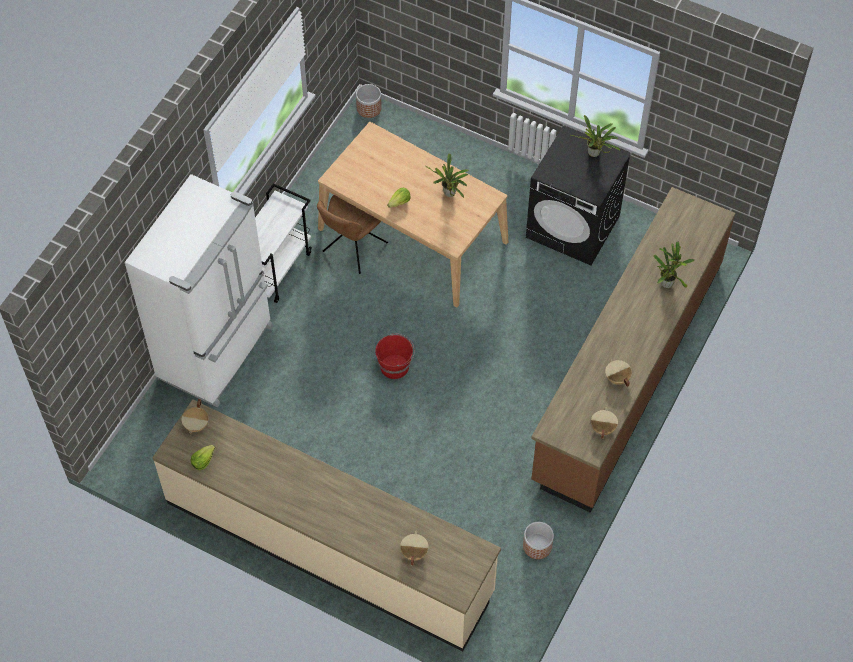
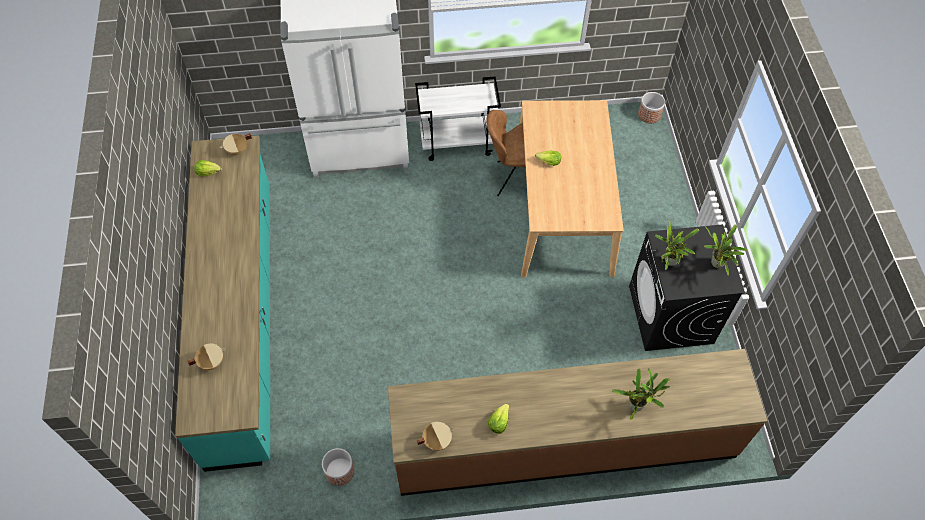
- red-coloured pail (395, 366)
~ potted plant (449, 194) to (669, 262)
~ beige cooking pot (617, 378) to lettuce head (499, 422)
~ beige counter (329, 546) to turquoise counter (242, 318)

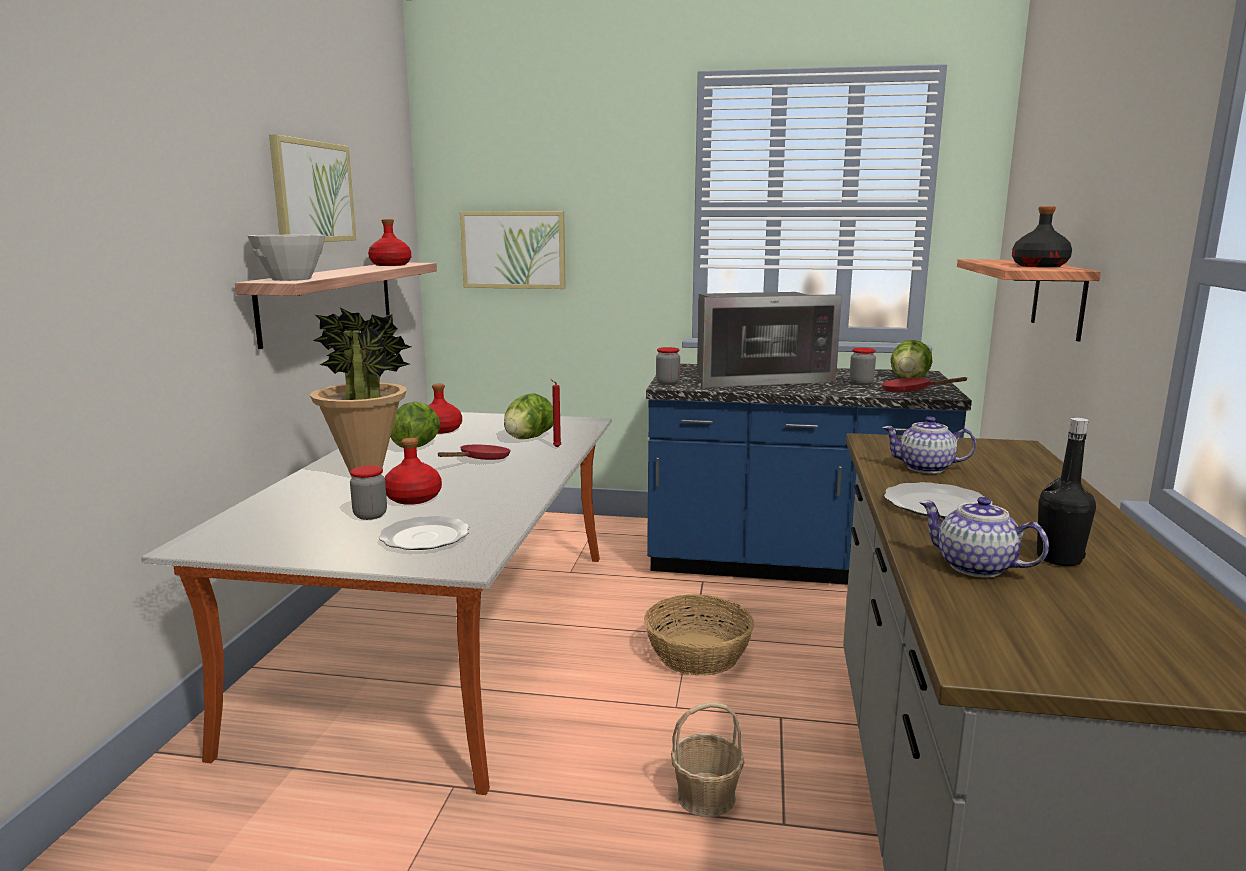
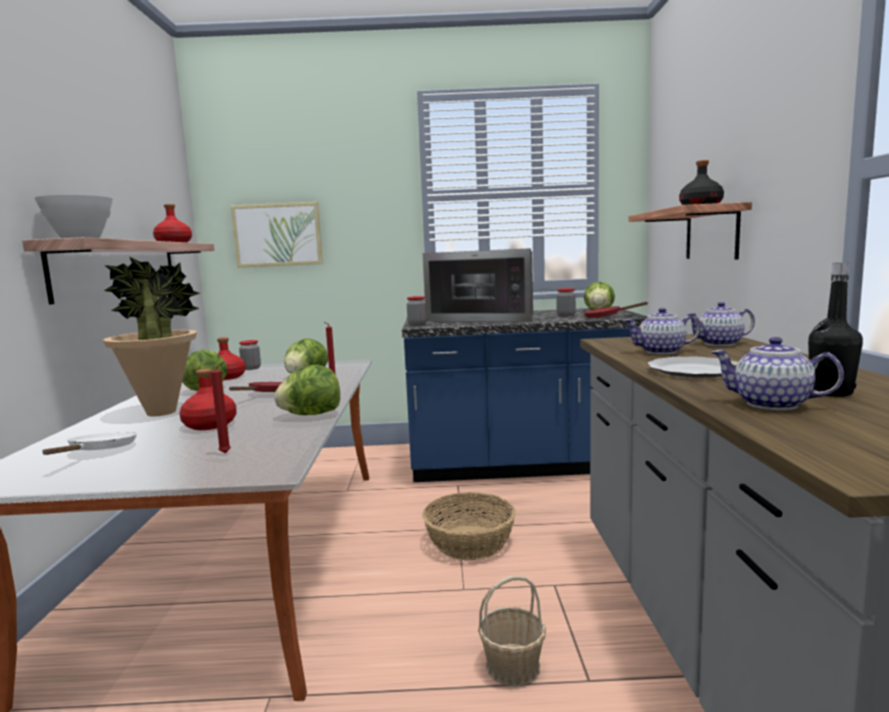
- wall picture (313, 192)
+ whitish pan (99, 451)
+ lettuce head (311, 415)
+ pot for tea (720, 343)
~ preserve jar (370, 515) to (251, 368)
~ plate (425, 537) to red-coloured wax candle (227, 453)
~ microwave oven (757, 378) = (486, 318) 45 degrees clockwise

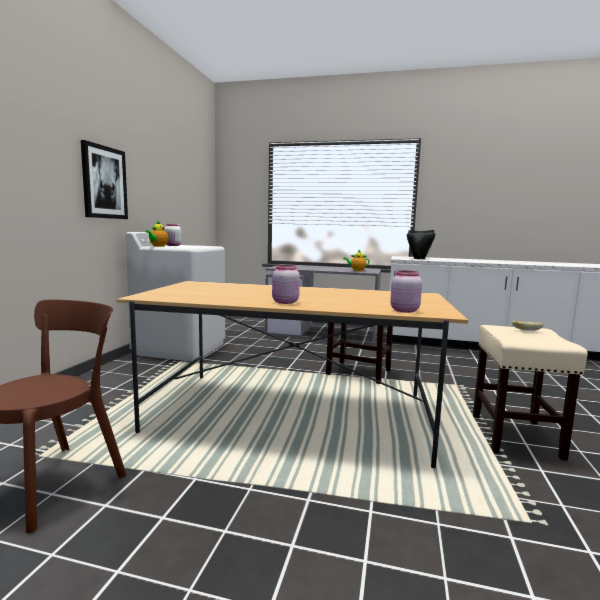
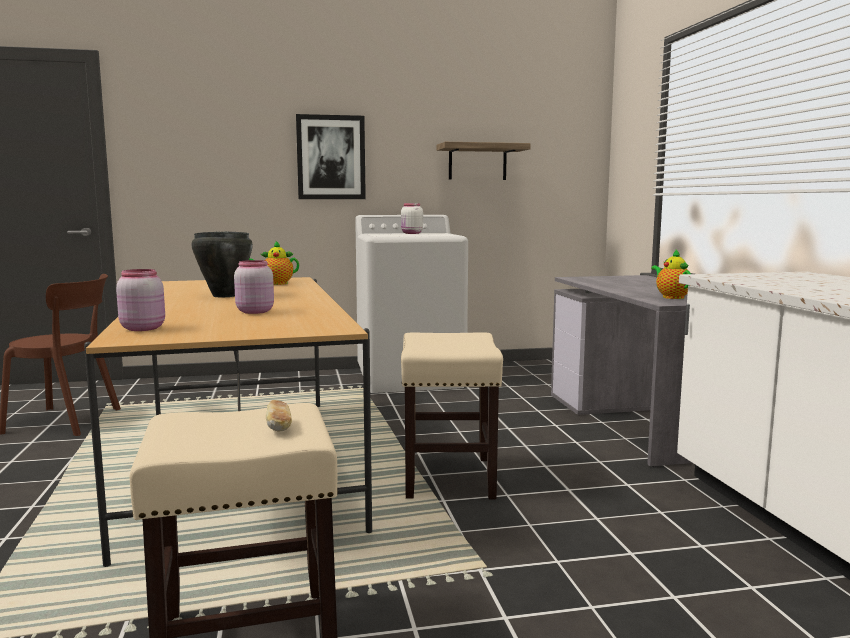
+ bracket shelf (477, 162)
~ pot for tea (158, 246) to (275, 283)
~ pinkish preserve jar (284, 302) to (254, 311)
~ black cooking pot (419, 259) to (224, 296)

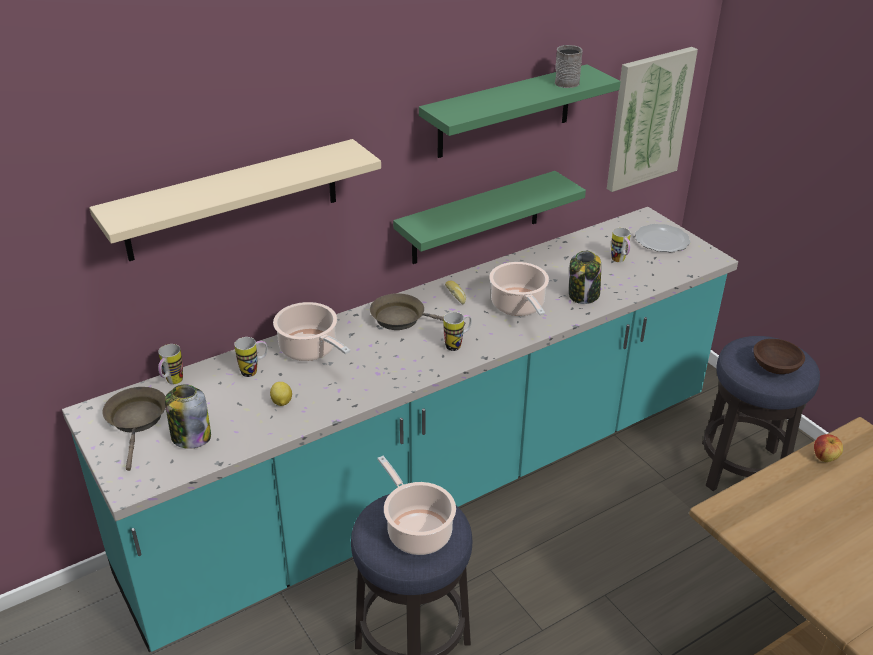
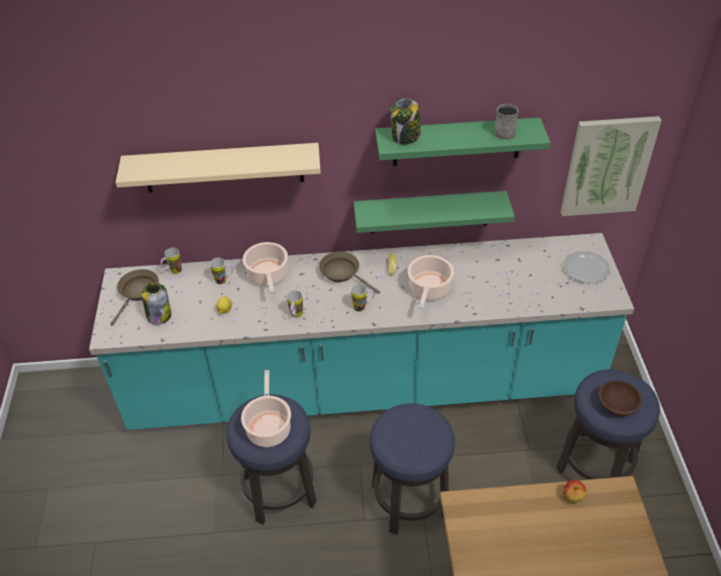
+ sitting stool (410, 500)
~ preserve jar (583, 295) to (405, 137)
~ tea mug (620, 261) to (295, 316)

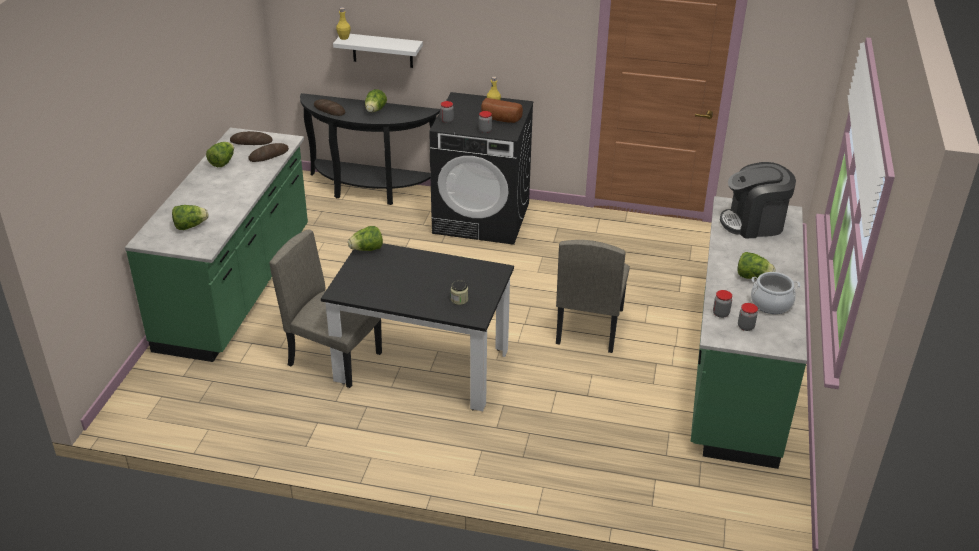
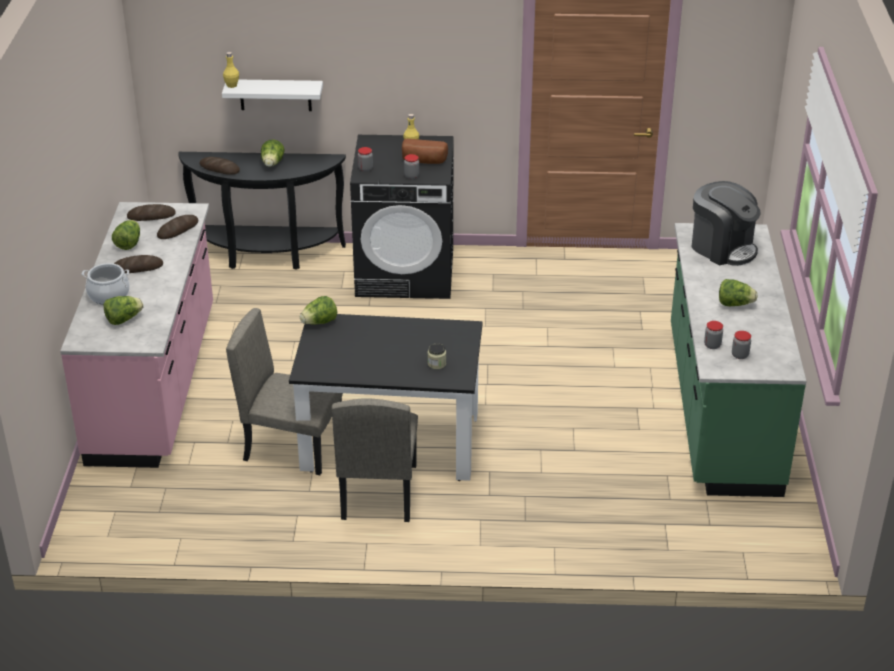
+ bread (138, 267)
~ beige plain chair (588, 326) to (378, 492)
~ cooking pot (771, 303) to (109, 295)
~ greenish counter (237, 288) to pinkish counter (155, 384)
~ coffee maker (753, 223) = (722, 248) 120 degrees counterclockwise

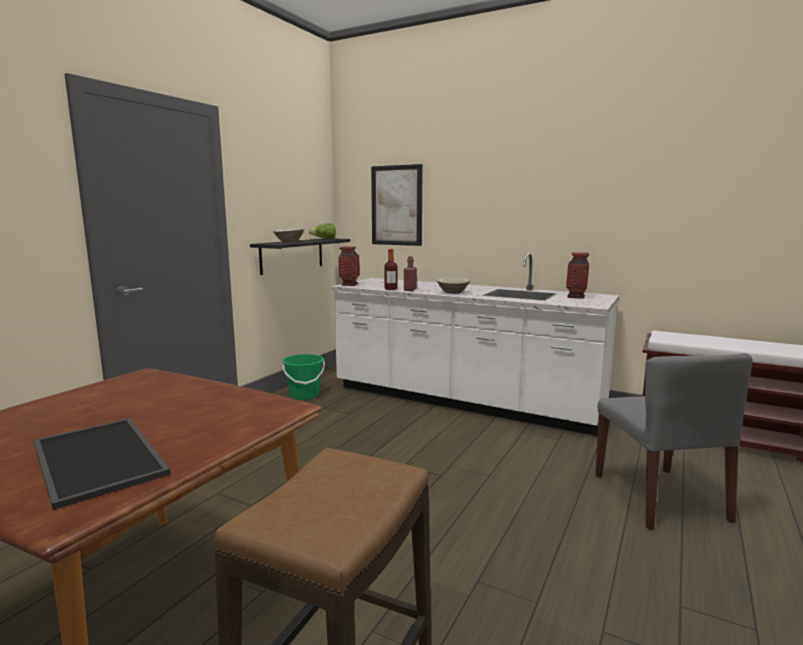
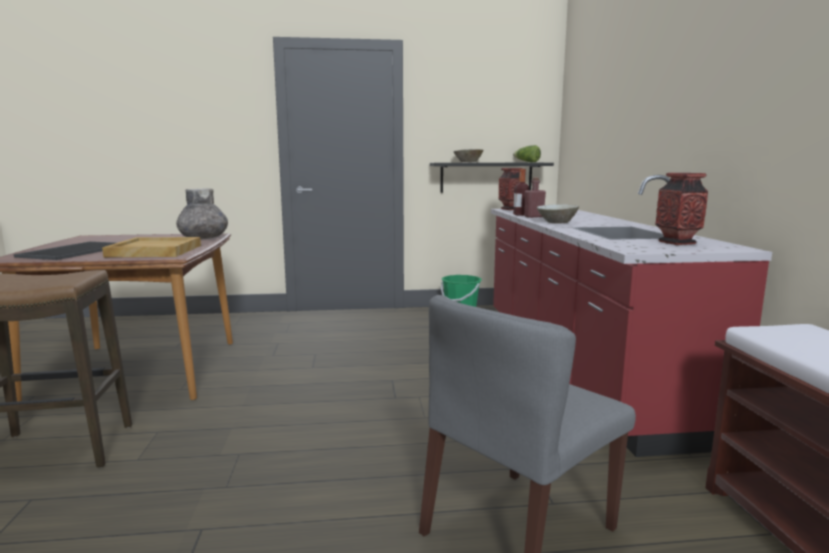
- wall picture (396, 205)
+ beige carrying tray (154, 251)
+ greyish flower vase (204, 238)
~ whitish counter (463, 401) to red-coloured counter (578, 366)

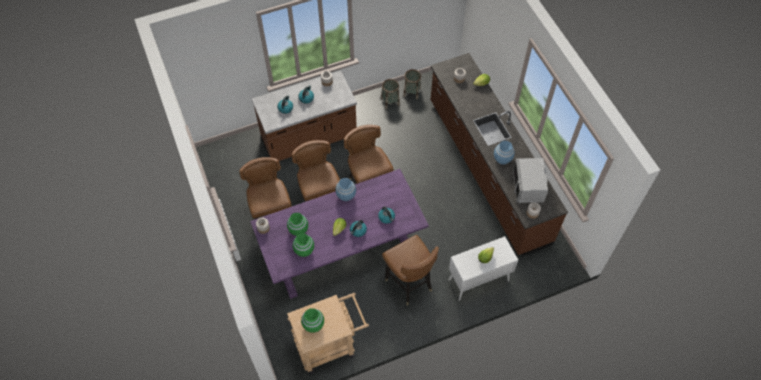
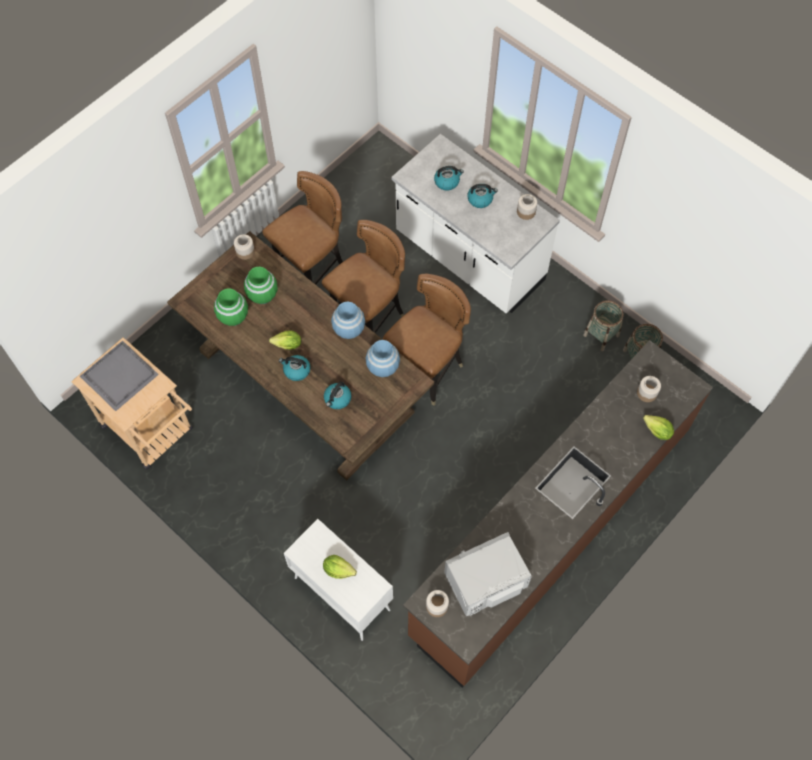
- brownish plain chair (409, 283)
~ blue flower vase (502, 159) to (383, 367)
~ greenish flower vase (313, 324) to greyish carrying tray (118, 376)
~ purple dining table (342, 249) to brownish dining table (306, 382)
~ brownish counter (309, 139) to whitish counter (469, 258)

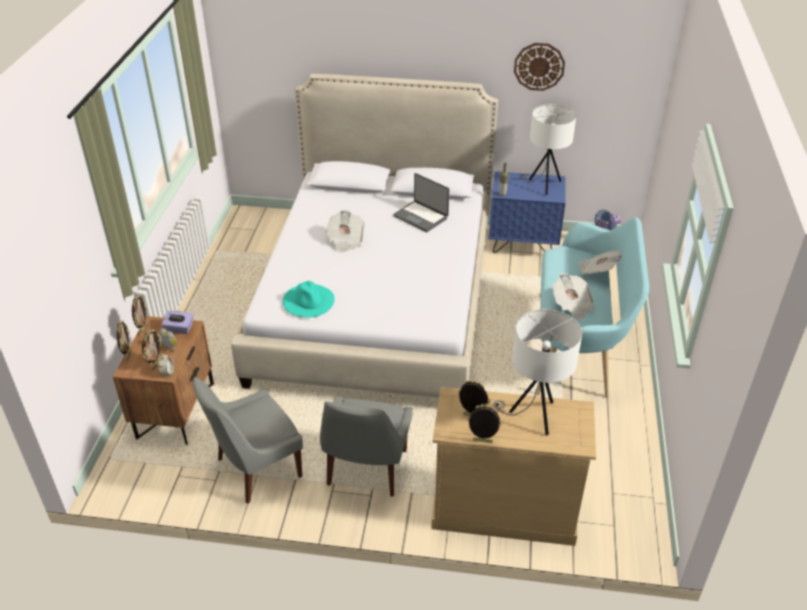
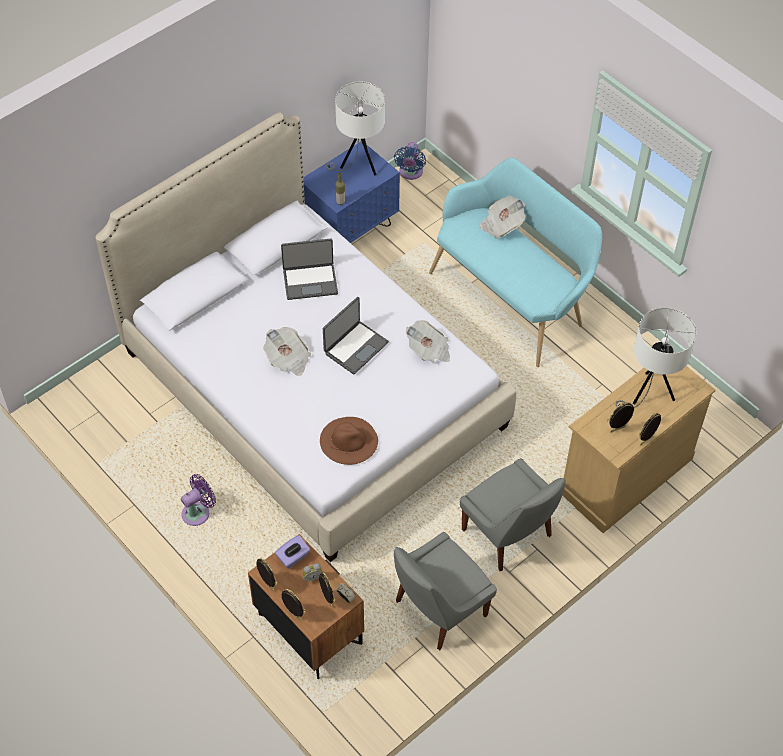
- hanging clock (539, 66)
+ purple cooling fan (198, 512)
+ portable computer (355, 347)
~ printed paper (572, 305) to (429, 350)
~ turquoise hat (308, 300) to brownish hat (349, 440)
~ greyish plain chair (256, 469) = (438, 610) 45 degrees clockwise

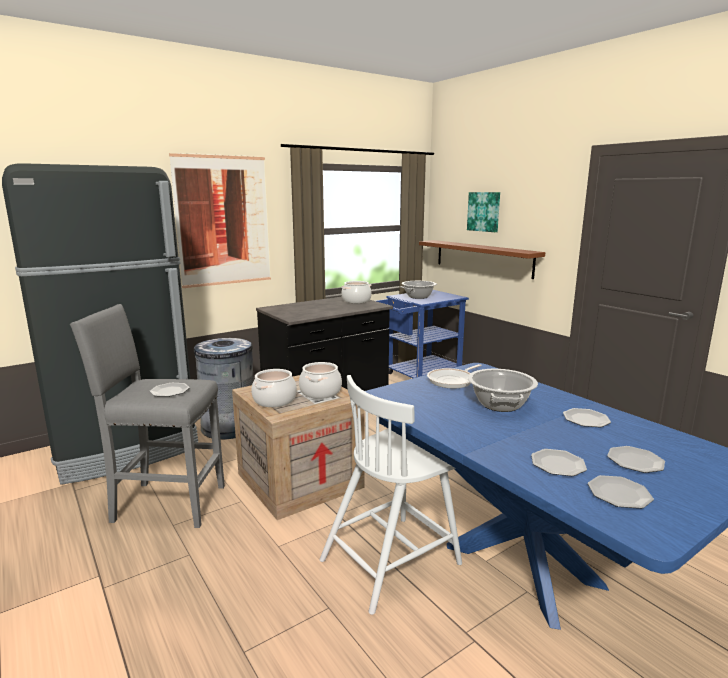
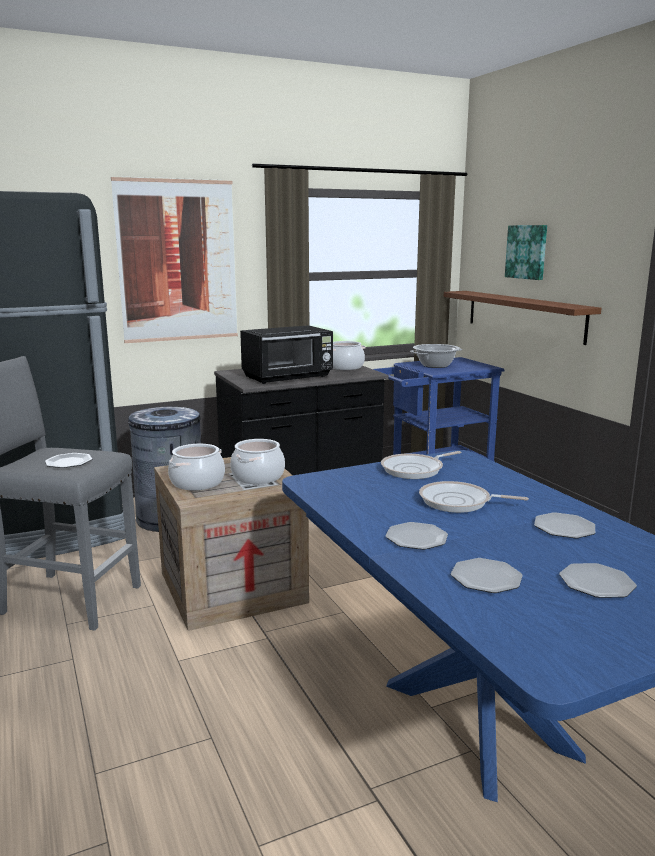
- whitish plain chair (392, 560)
+ black microwave oven (288, 377)
~ plate (619, 494) to (416, 538)
~ cooking pot (500, 405) to pan (459, 502)

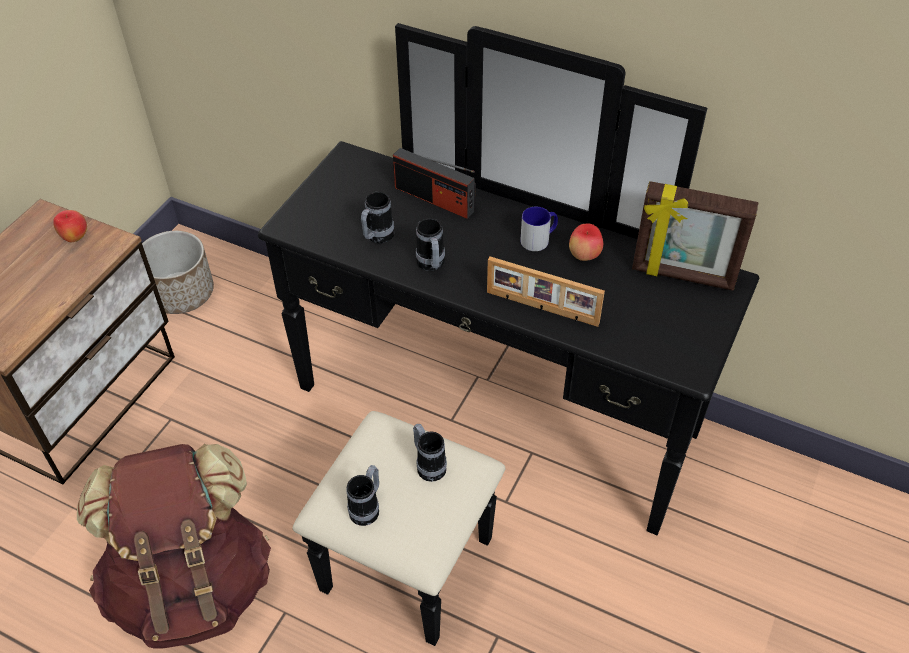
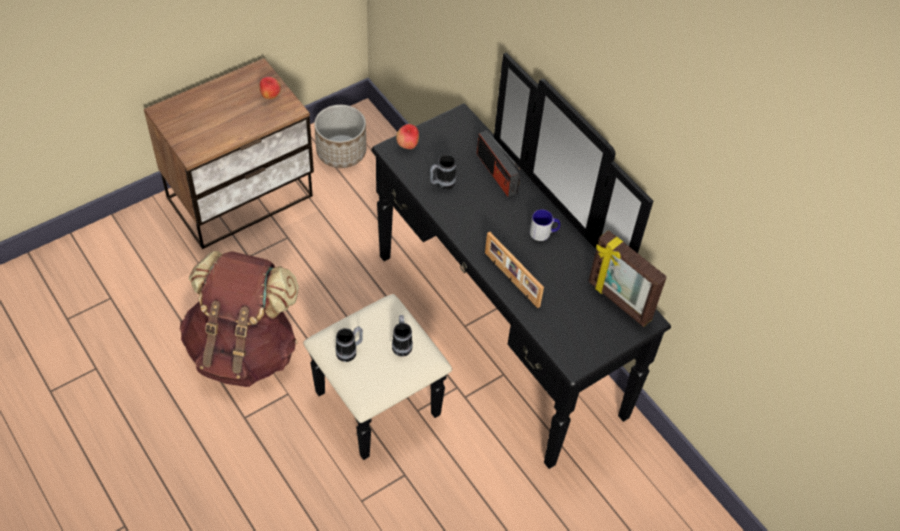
- tea mug (431, 265)
~ apple fruit (584, 256) to (407, 145)

